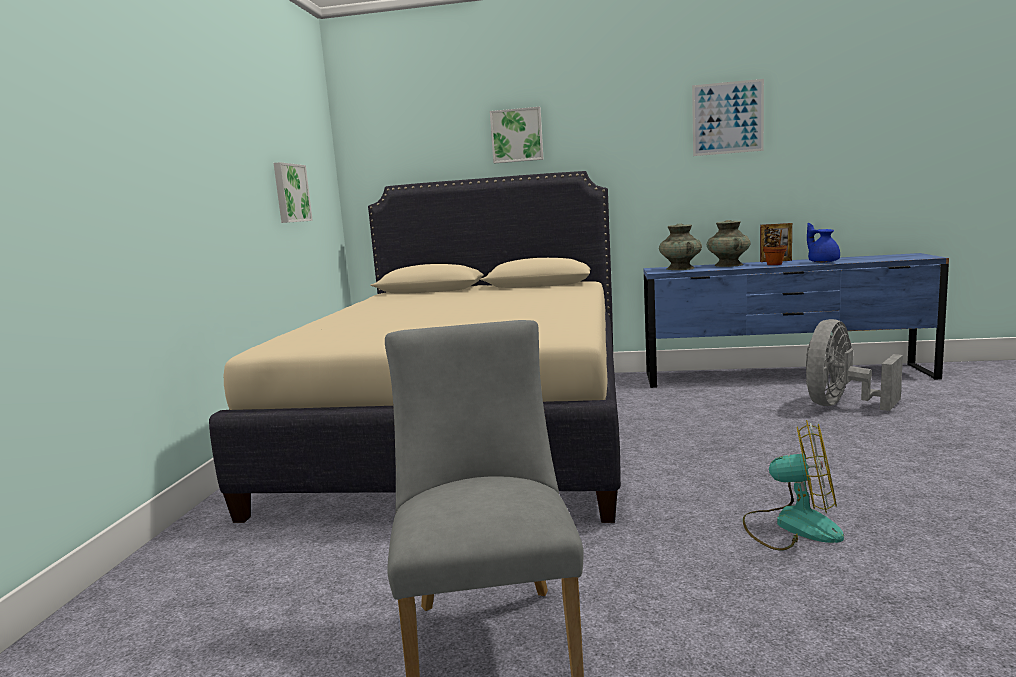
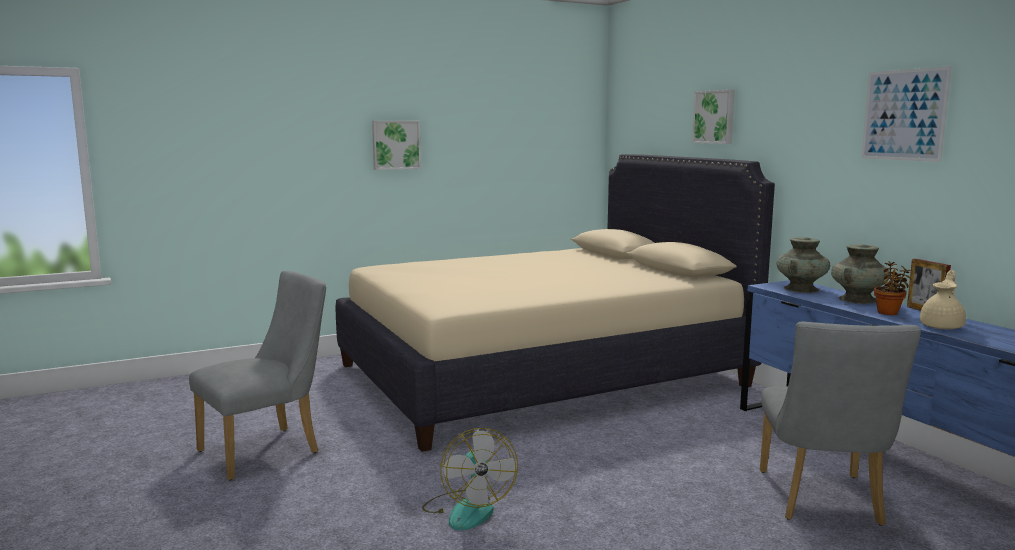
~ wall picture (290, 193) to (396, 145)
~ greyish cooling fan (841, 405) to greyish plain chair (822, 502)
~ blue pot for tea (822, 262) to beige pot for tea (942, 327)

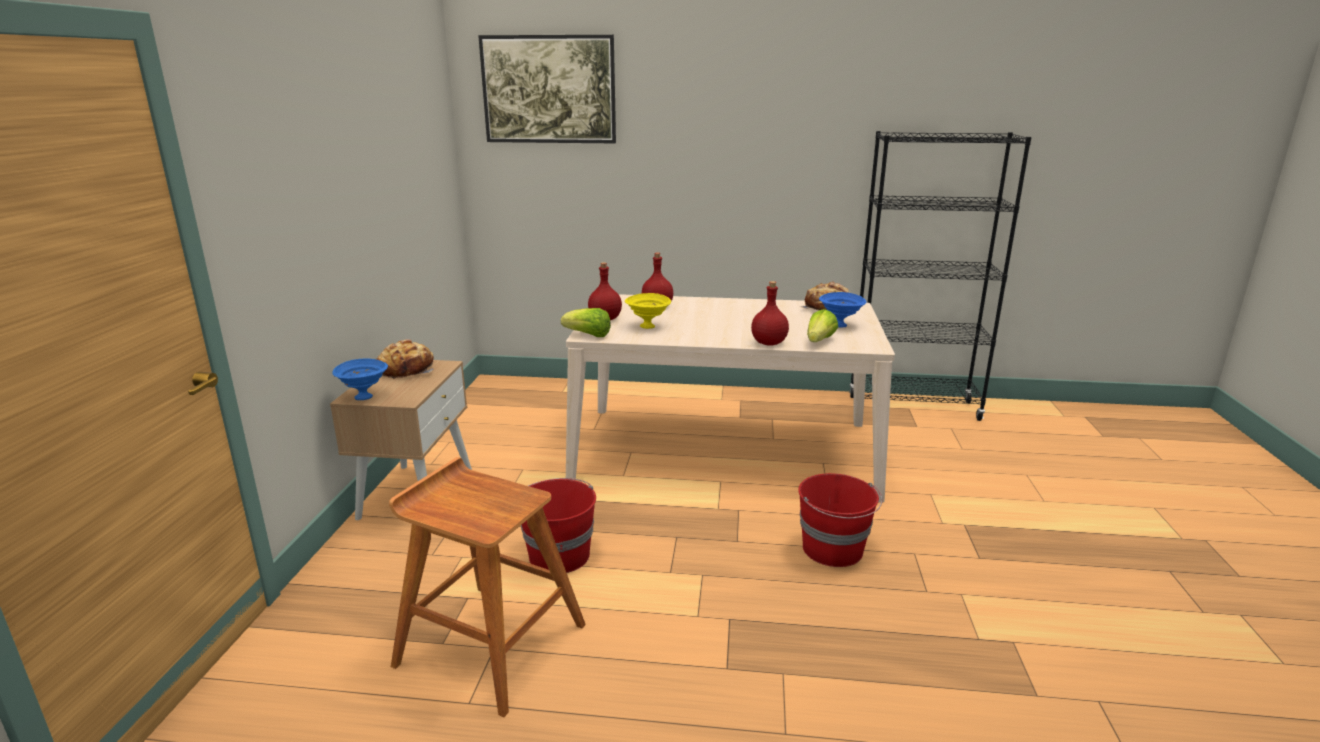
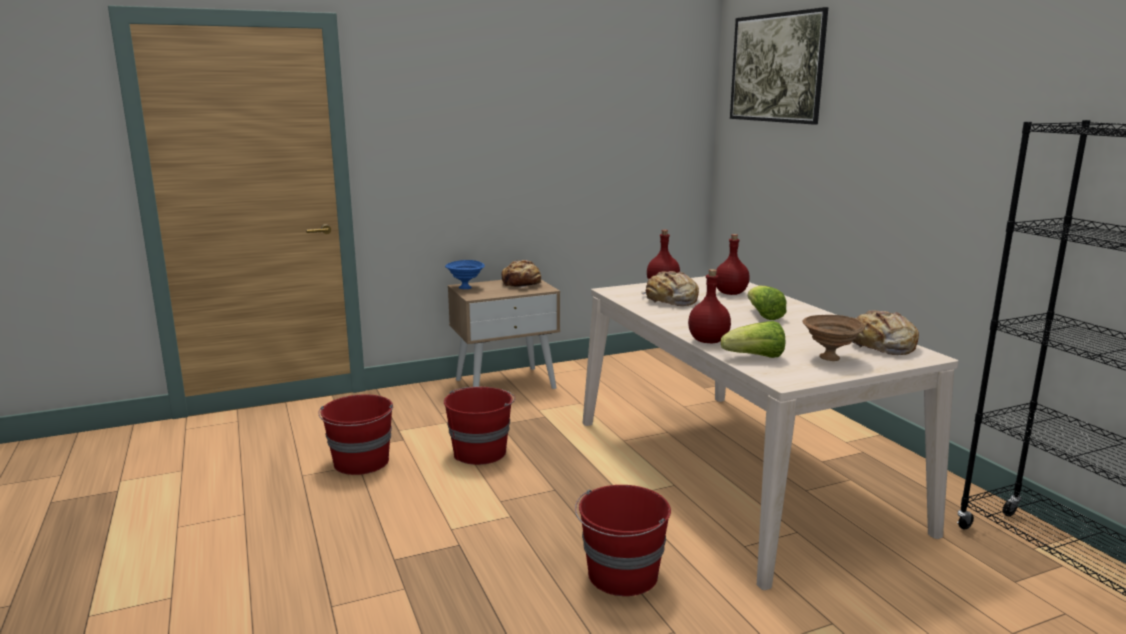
~ lettuce head (588, 335) to (764, 315)
~ brownish sitting stool (490, 644) to red-coloured pail (361, 462)
~ yellowish deep dish (648, 327) to bread (670, 300)
~ blue deep dish (840, 325) to brownish deep dish (830, 358)

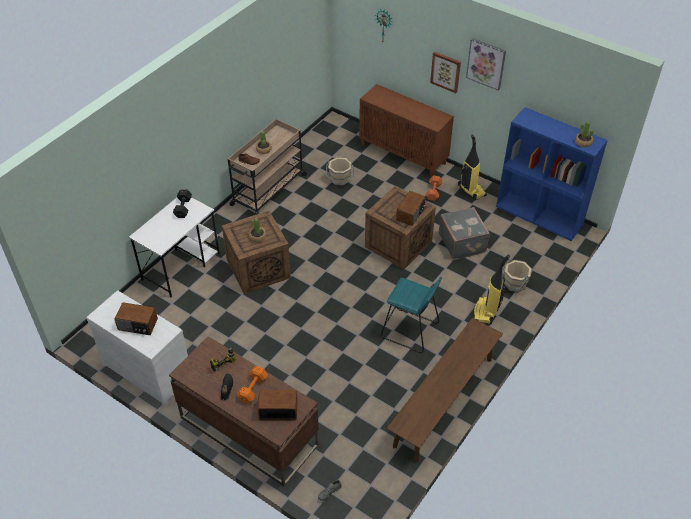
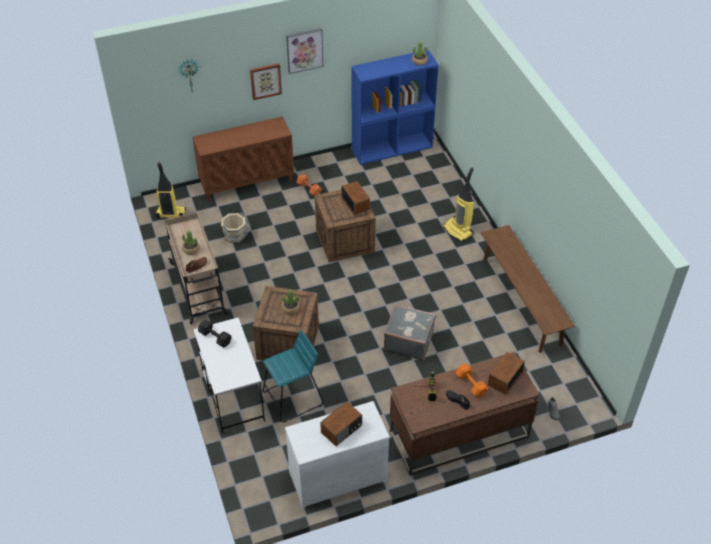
- beige pail (514, 284)
~ turquoise sitting stool (410, 331) to (293, 398)
~ greyish piece of luggage (462, 243) to (408, 341)
~ vacuum (471, 191) to (170, 214)

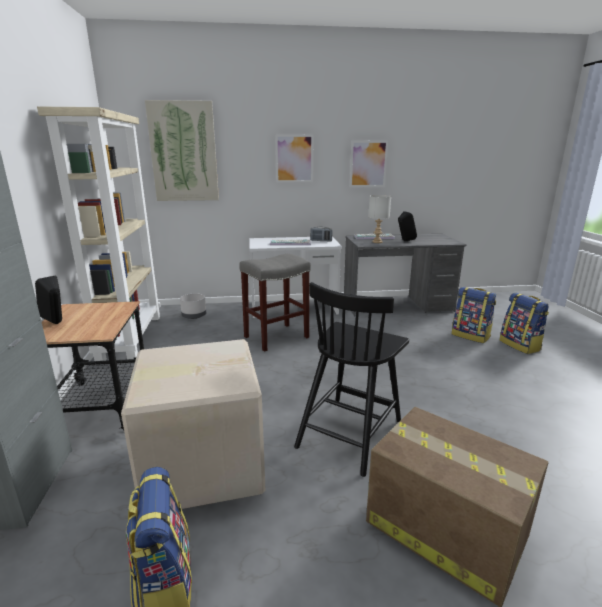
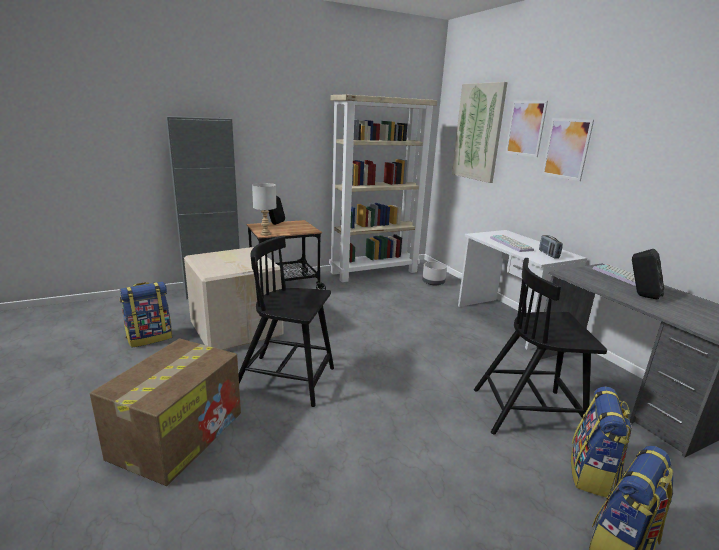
- greyish sitting stool (276, 337)
+ black plain chair (528, 412)
~ wall picture (368, 164) to (525, 128)
~ greyish lamp for a table (377, 242) to (265, 234)

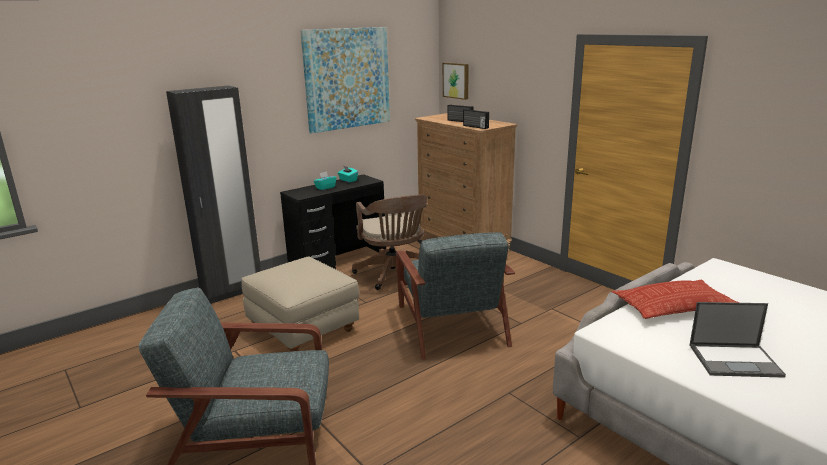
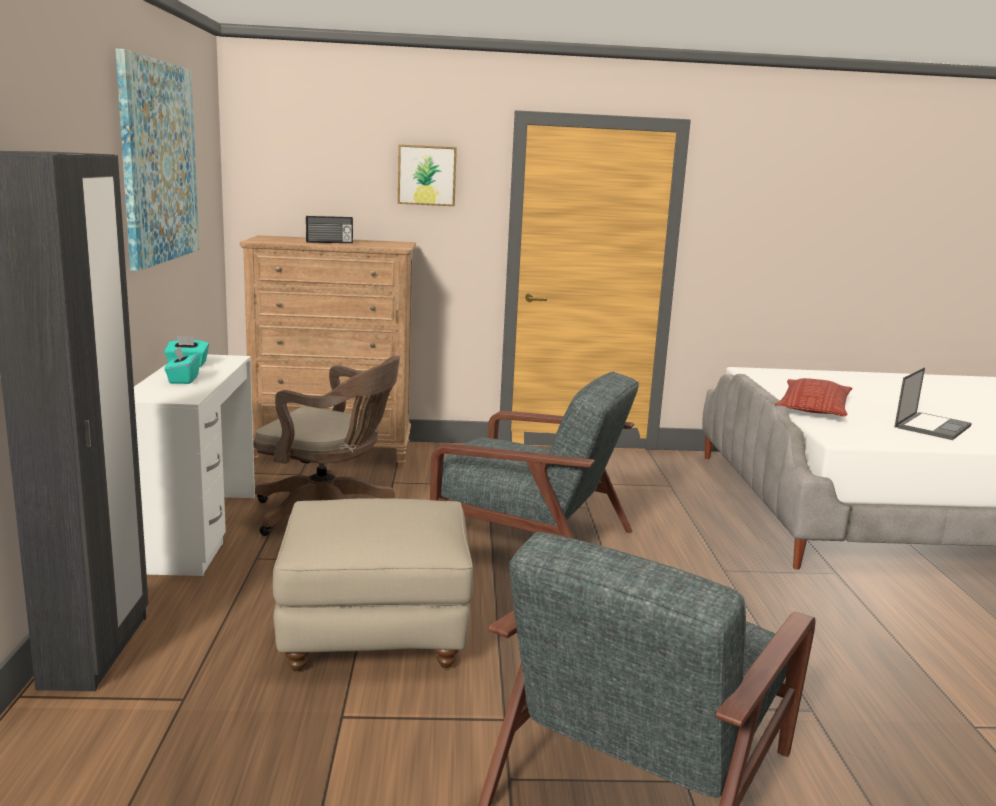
- radio set (475, 127)
~ wall picture (456, 80) to (427, 175)
~ black desk unit (338, 262) to whitish desk unit (196, 531)

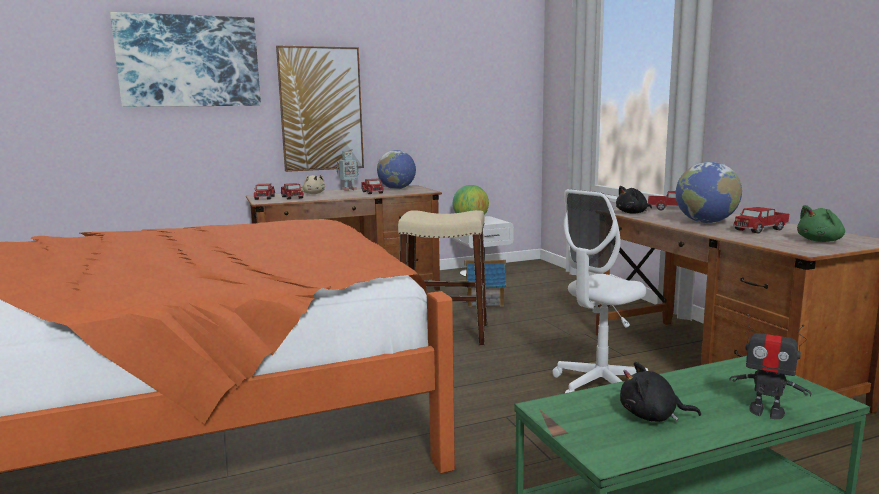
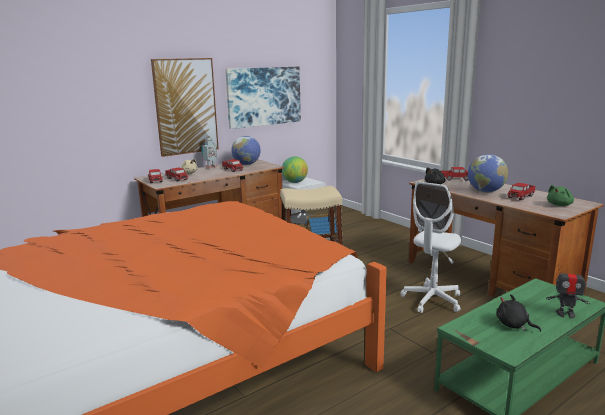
~ wall picture (189, 61) to (264, 96)
~ black plush toy (652, 416) = (514, 325) 45 degrees clockwise

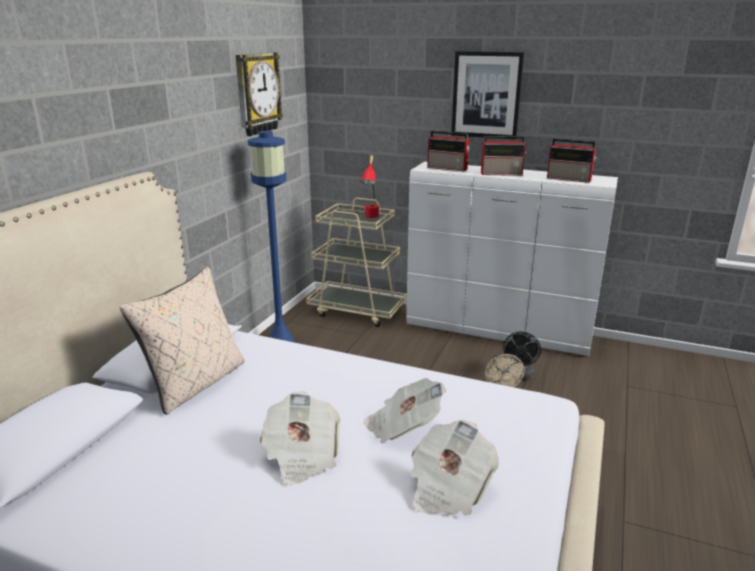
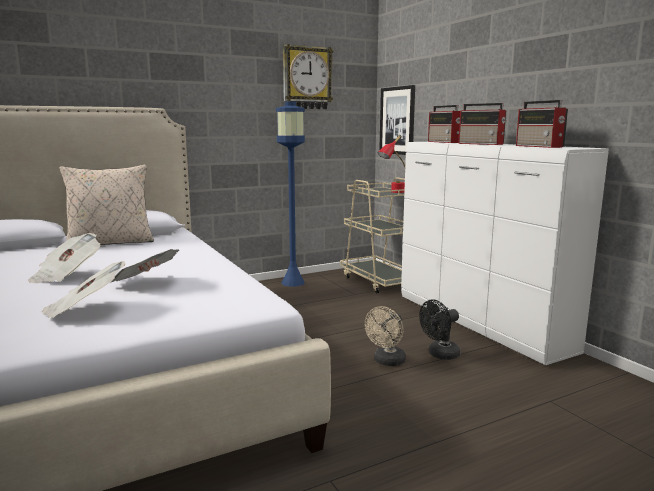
~ wall picture (486, 95) to (397, 120)

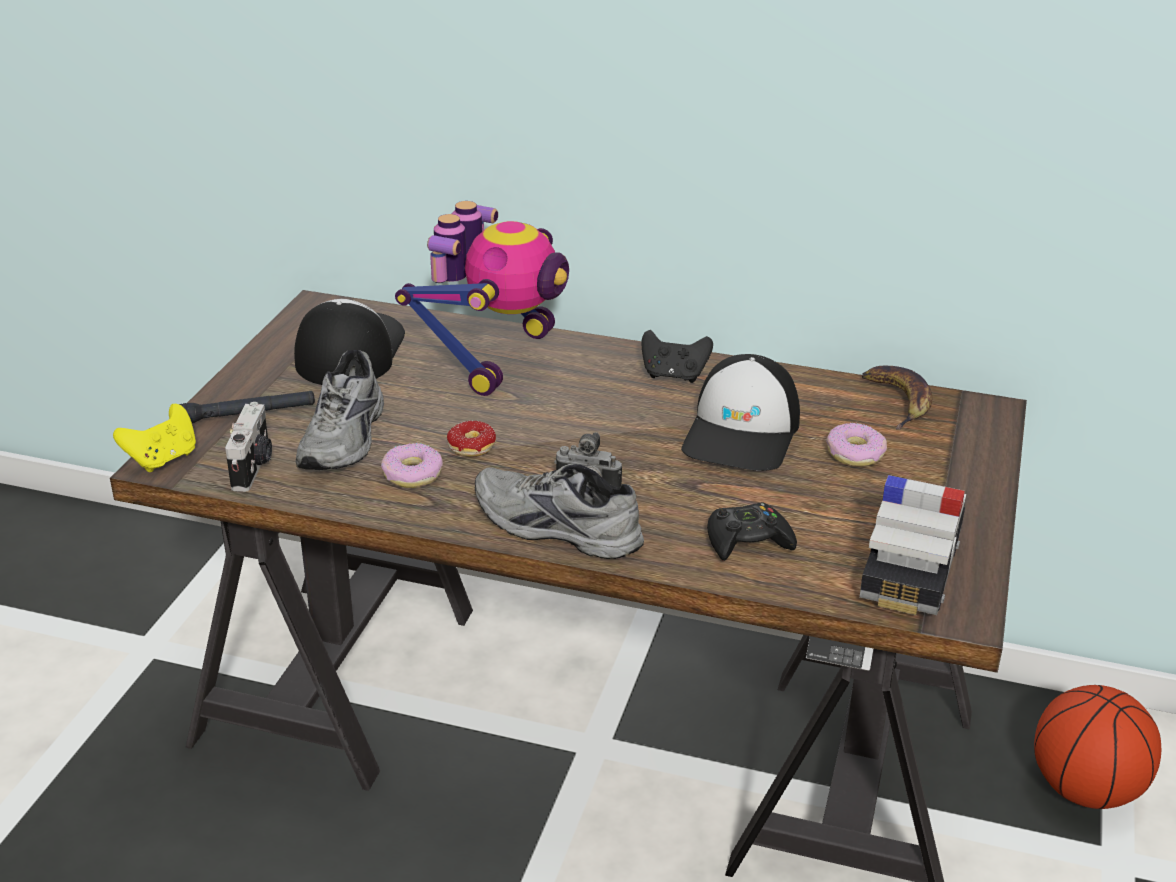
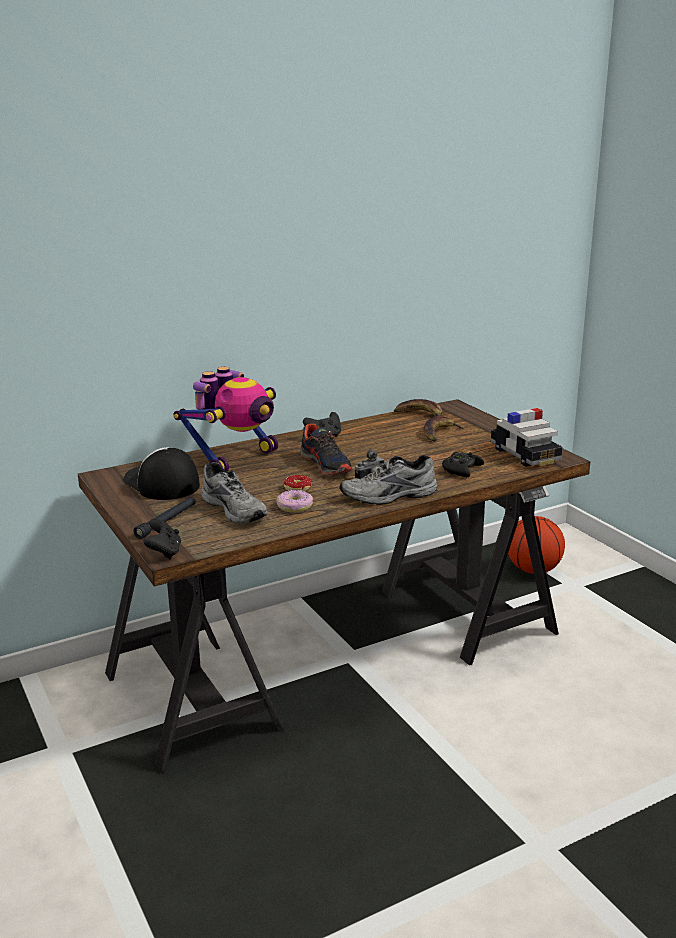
- photo camera (253, 467)
- cap (743, 433)
+ low shoe (326, 465)
~ doughnut (855, 453) to whole banana (439, 433)
~ yellowish gamepad (163, 459) to black gamepad (164, 552)
~ toy robot (495, 357) = (236, 459) 60 degrees clockwise

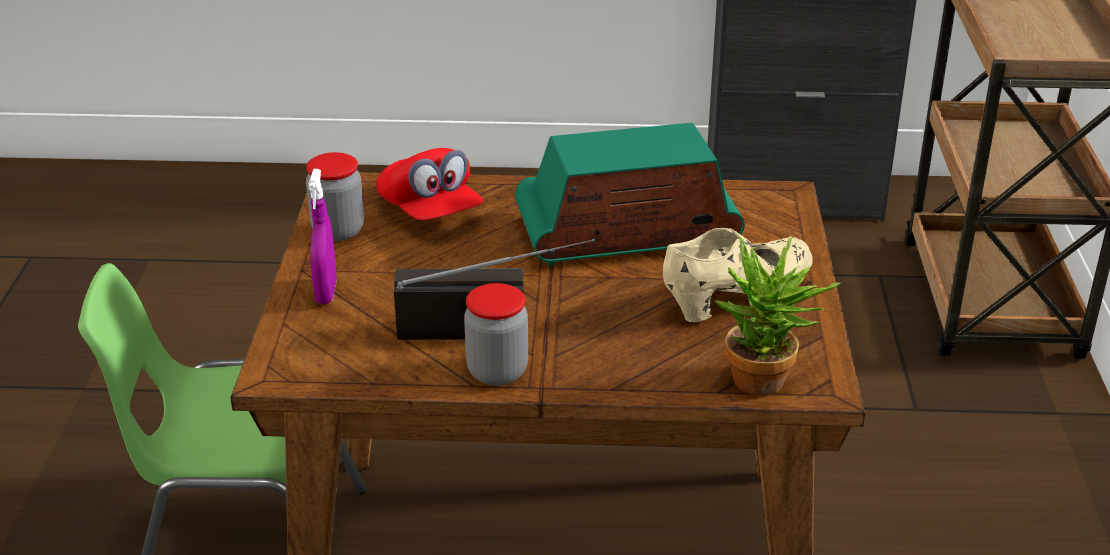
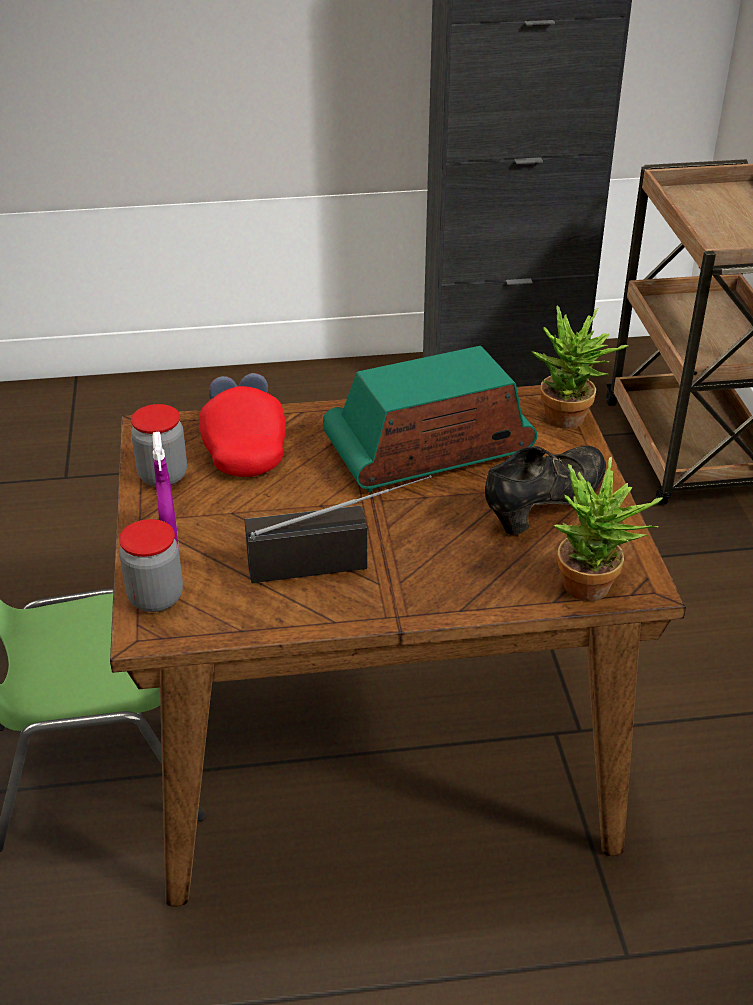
+ potted plant (569, 422)
~ preserve jar (497, 372) to (156, 597)
~ beige low shoe (737, 299) to black low shoe (544, 506)
~ red-coloured cap (430, 212) = (244, 447) 150 degrees counterclockwise

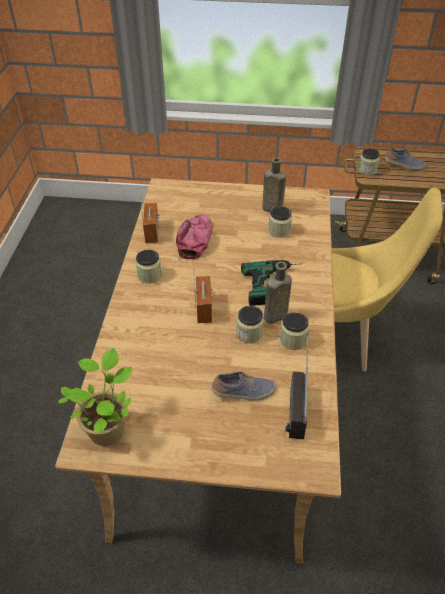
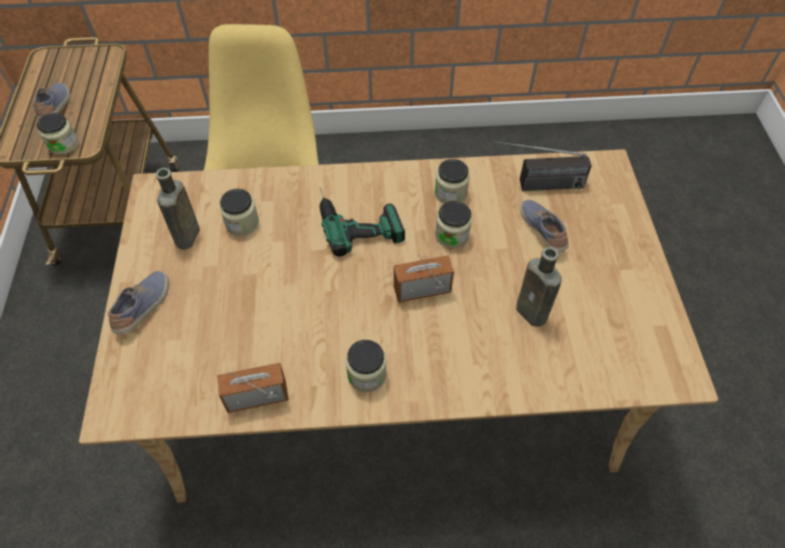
- potted plant (108, 428)
- cap (195, 240)
+ low shoe (144, 307)
~ brownish beverage bottle (274, 317) to (533, 314)

